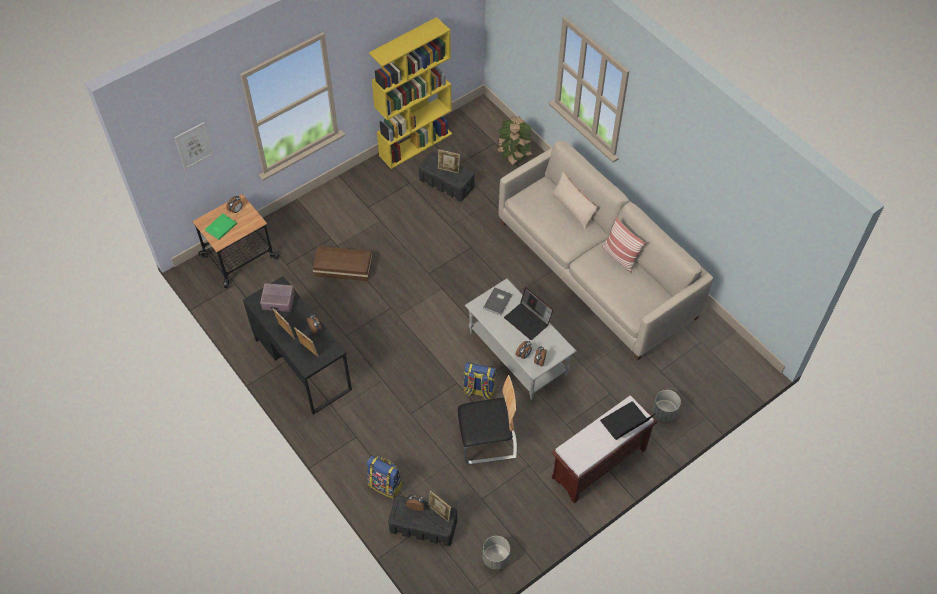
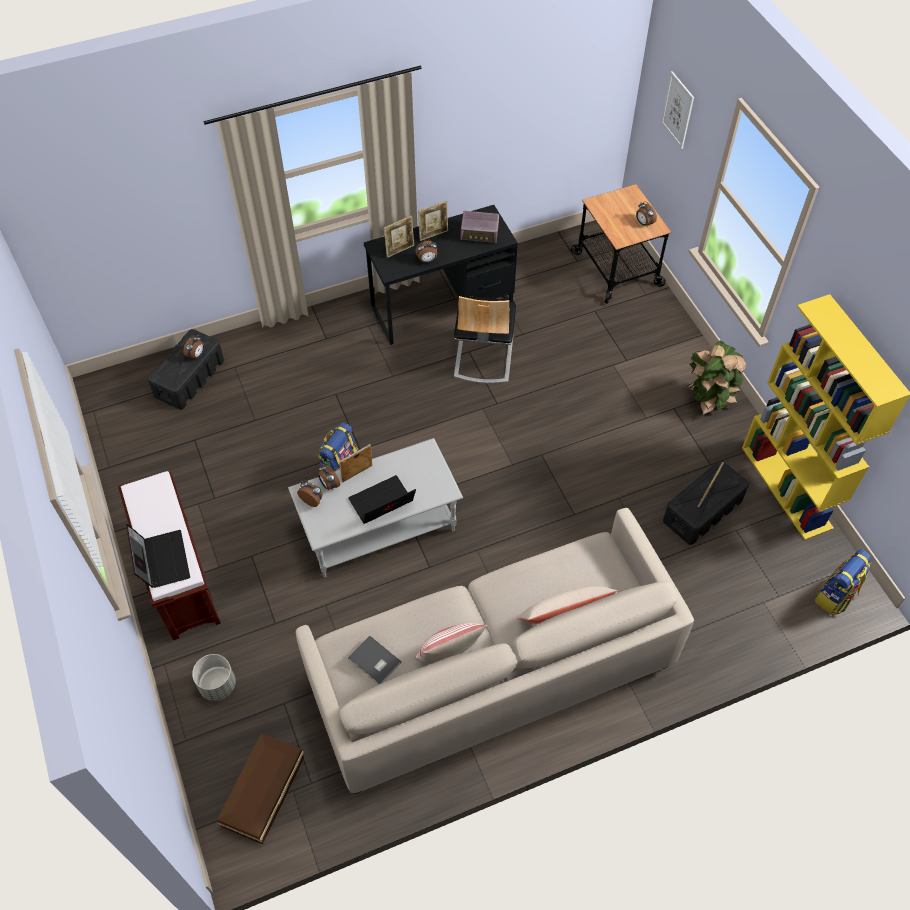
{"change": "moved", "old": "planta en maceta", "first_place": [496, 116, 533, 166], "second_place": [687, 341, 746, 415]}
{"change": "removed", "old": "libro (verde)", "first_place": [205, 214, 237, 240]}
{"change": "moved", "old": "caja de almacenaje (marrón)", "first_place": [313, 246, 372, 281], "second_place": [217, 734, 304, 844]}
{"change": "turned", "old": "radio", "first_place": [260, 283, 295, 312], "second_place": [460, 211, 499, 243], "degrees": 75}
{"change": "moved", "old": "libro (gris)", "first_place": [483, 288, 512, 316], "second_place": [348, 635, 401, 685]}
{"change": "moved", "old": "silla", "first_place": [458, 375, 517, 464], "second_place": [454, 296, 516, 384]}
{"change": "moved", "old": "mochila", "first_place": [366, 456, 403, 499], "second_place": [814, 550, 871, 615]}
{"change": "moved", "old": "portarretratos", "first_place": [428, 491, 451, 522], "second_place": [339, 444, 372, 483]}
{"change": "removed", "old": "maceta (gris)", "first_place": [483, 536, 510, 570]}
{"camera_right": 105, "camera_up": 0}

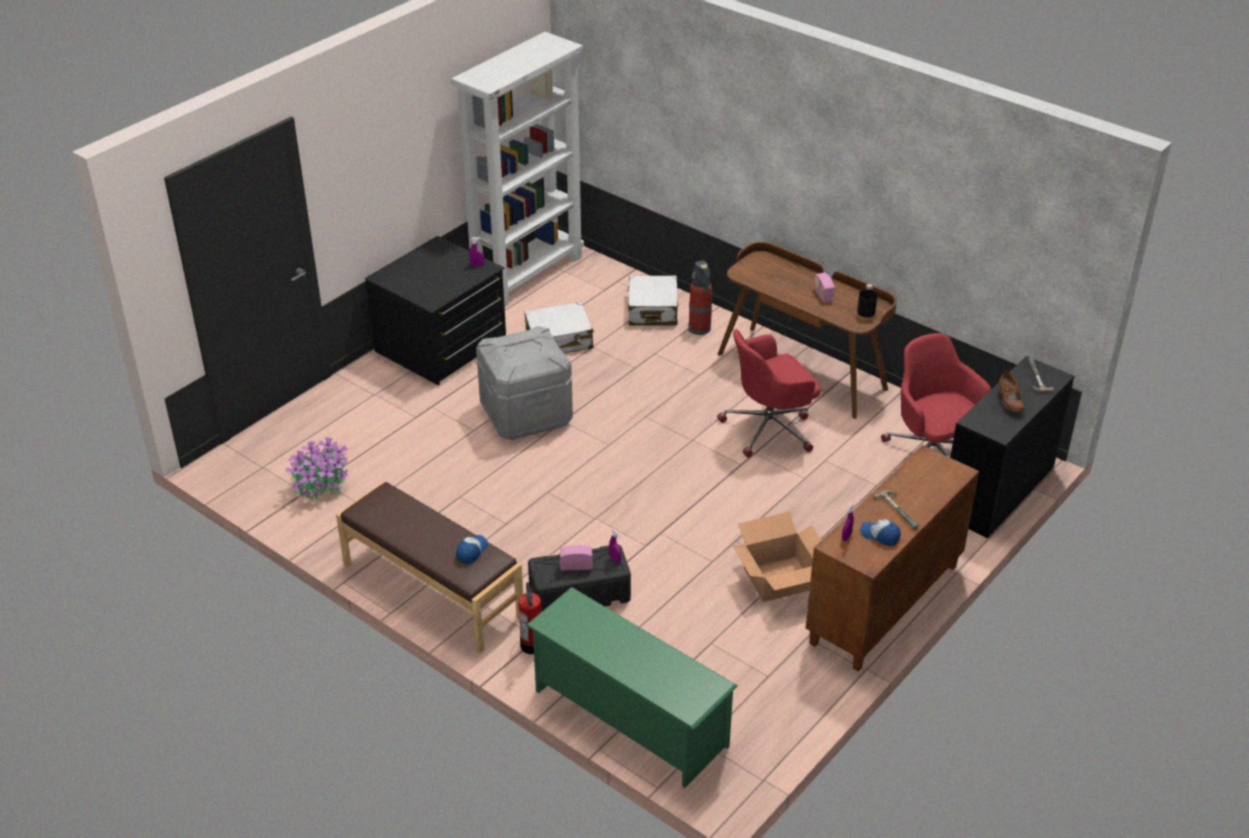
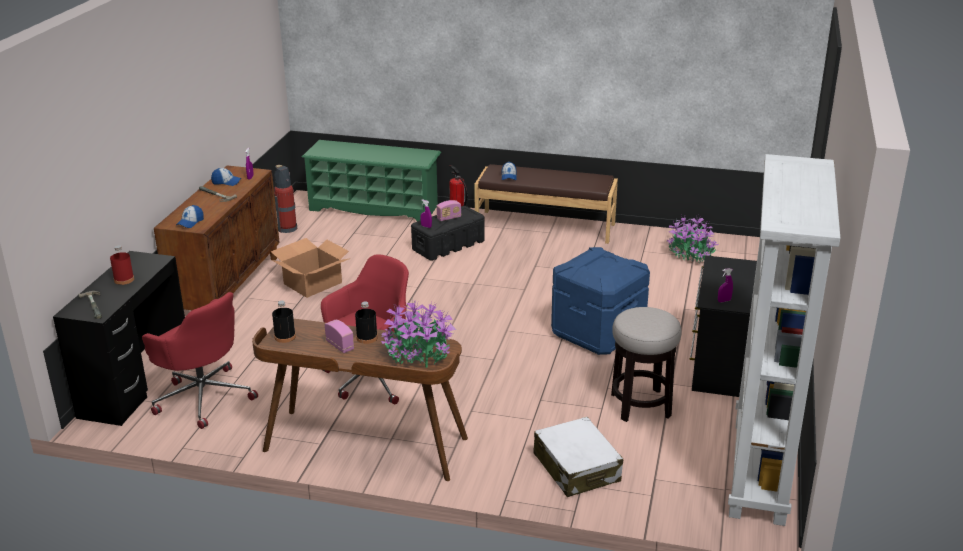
{"change": "moved", "old": "extintor", "first_place": [688, 261, 713, 335], "second_place": [274, 165, 297, 233]}
{"change": "replaced", "old": "maleta (blanco)", "new": "taburete", "first_place": [525, 302, 594, 353], "second_place": [611, 307, 682, 422]}
{"change": "recoloured", "old": "caja de almacenaje (gris)", "new": "caja de almacenaje (azul)", "first_place": [476, 326, 573, 440], "second_place": [551, 247, 650, 355]}
{"change": "replaced", "old": "zapato (marrón)", "new": "botella (rojo)", "first_place": [999, 371, 1024, 412], "second_place": [110, 245, 134, 285]}
{"change": "added", "new": "gorra", "second_place": [176, 205, 204, 228]}
{"change": "added", "new": "planta en maceta", "second_place": [381, 298, 456, 368]}
{"change": "added", "new": "botella (negro)", "second_place": [355, 302, 378, 344]}
{"camera_right": 155, "camera_up": -10}

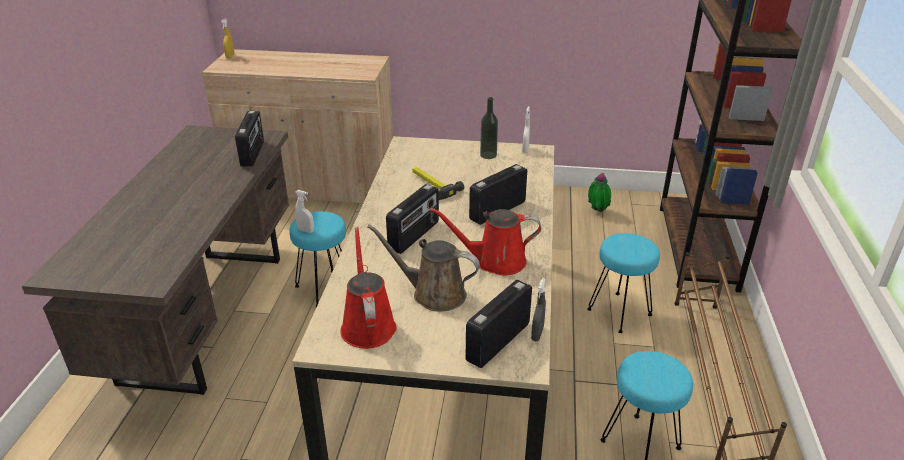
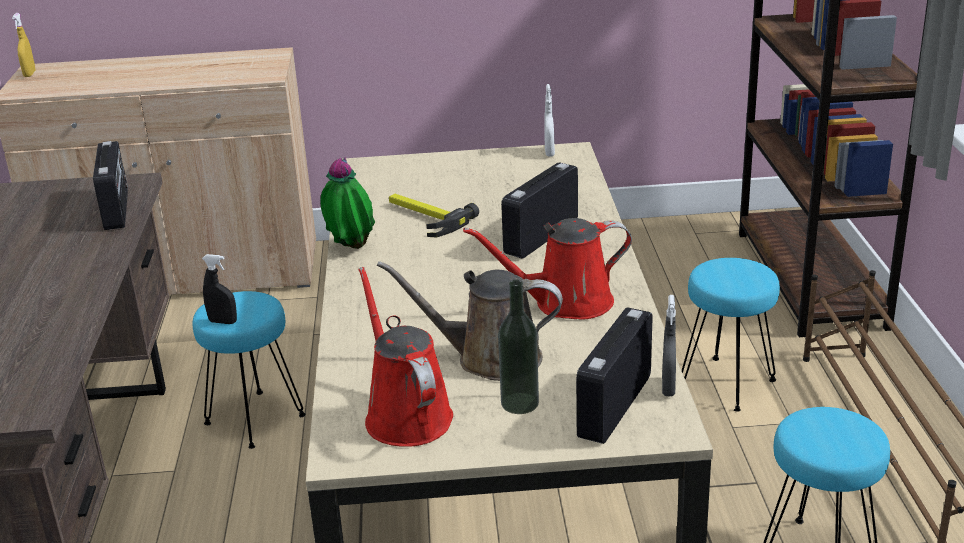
{"change": "moved", "old": "botella", "first_place": [480, 97, 498, 159], "second_place": [498, 280, 539, 414]}
{"change": "moved", "old": "planta en maceta", "first_place": [588, 173, 611, 212], "second_place": [320, 157, 375, 249]}
{"change": "removed", "old": "radio", "first_place": [386, 184, 439, 254]}
{"change": "recoloured", "old": "pulverizador (blanco)", "new": "pulverizador (negro)", "first_place": [295, 190, 314, 233], "second_place": [202, 254, 237, 324]}
{"camera_right": -10, "camera_up": -5}

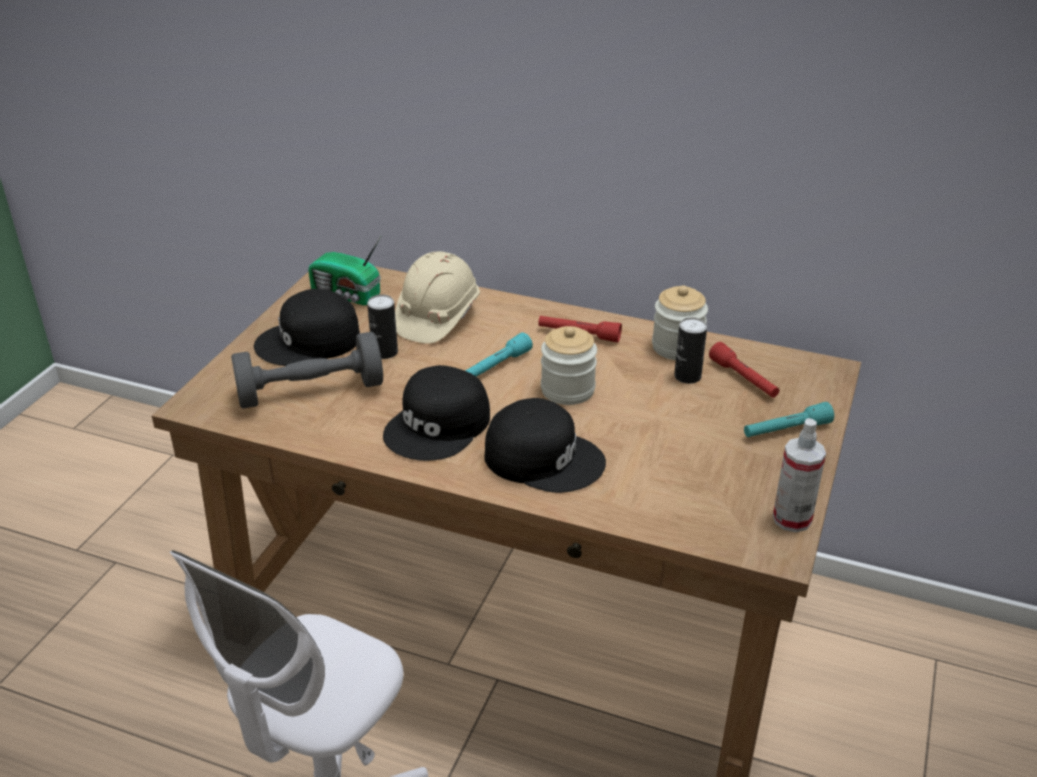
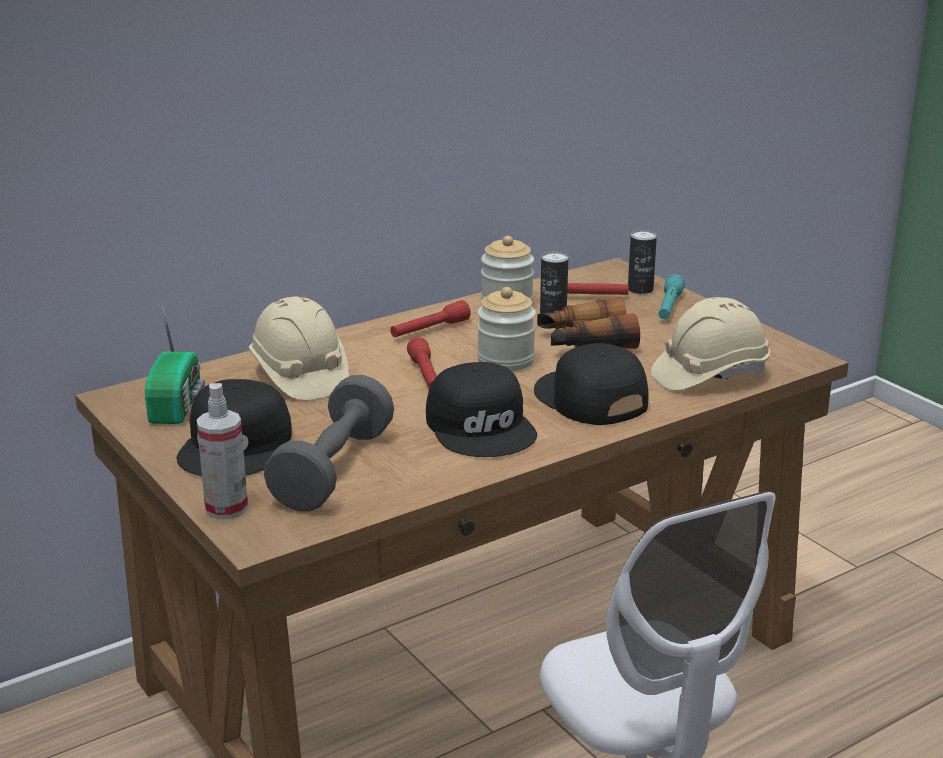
{"change": "turned", "old": "radio", "first_place": [308, 236, 381, 305], "second_place": [145, 305, 205, 424], "degrees": -60}
{"change": "moved", "old": "lata", "first_place": [367, 294, 398, 359], "second_place": [628, 230, 657, 294]}
{"change": "recoloured", "old": "linterna (turquesa)", "new": "linterna (rojo)", "first_place": [465, 332, 533, 377], "second_place": [407, 337, 436, 390]}
{"change": "turned", "old": "gorra (negro)", "first_place": [485, 398, 606, 493], "second_place": [534, 343, 649, 425], "degrees": -90}
{"change": "moved", "old": "pulverizador", "first_place": [773, 418, 826, 532], "second_place": [197, 383, 248, 519]}
{"change": "added", "new": "prismáticos", "second_place": [537, 297, 640, 349]}
{"change": "added", "new": "casco (beis)", "second_place": [651, 297, 770, 391]}
{"camera_right": -55, "camera_up": -10}

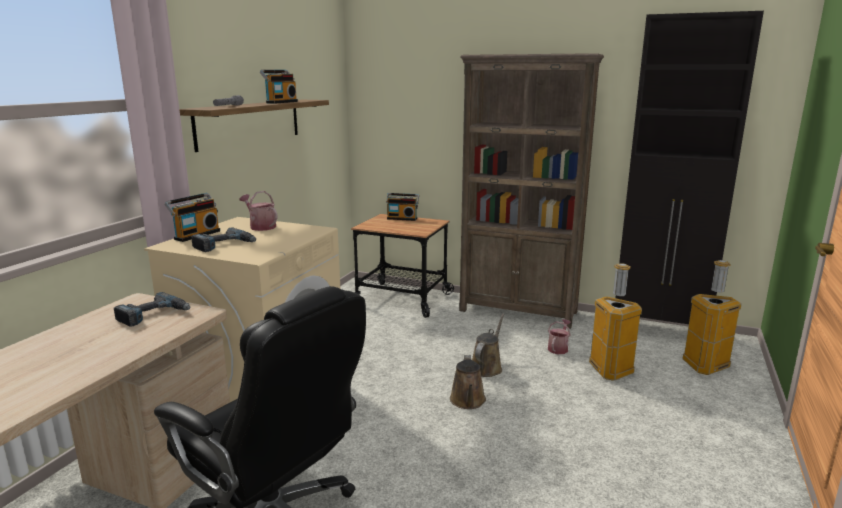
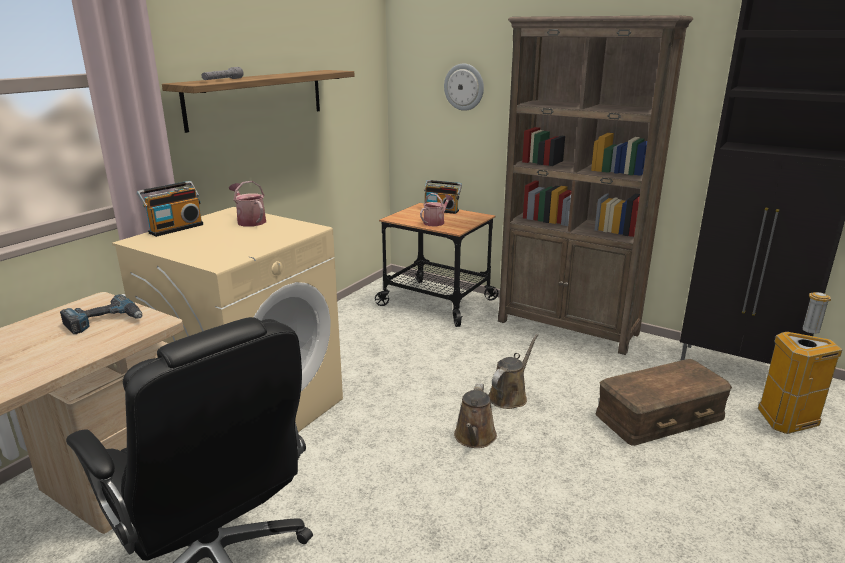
{"change": "removed", "old": "radio", "first_place": [259, 70, 298, 104]}
{"change": "removed", "old": "taladro", "first_place": [191, 227, 256, 252]}
{"change": "replaced", "old": "papelera", "new": "caja de almacenaje (marrón)", "first_place": [589, 263, 642, 381], "second_place": [596, 359, 732, 446]}
{"change": "moved", "old": "regadera", "first_place": [548, 319, 571, 354], "second_place": [420, 193, 453, 226]}
{"change": "added", "new": "reloj de pared", "second_place": [444, 64, 484, 111]}
{"camera_right": 10, "camera_up": 5}

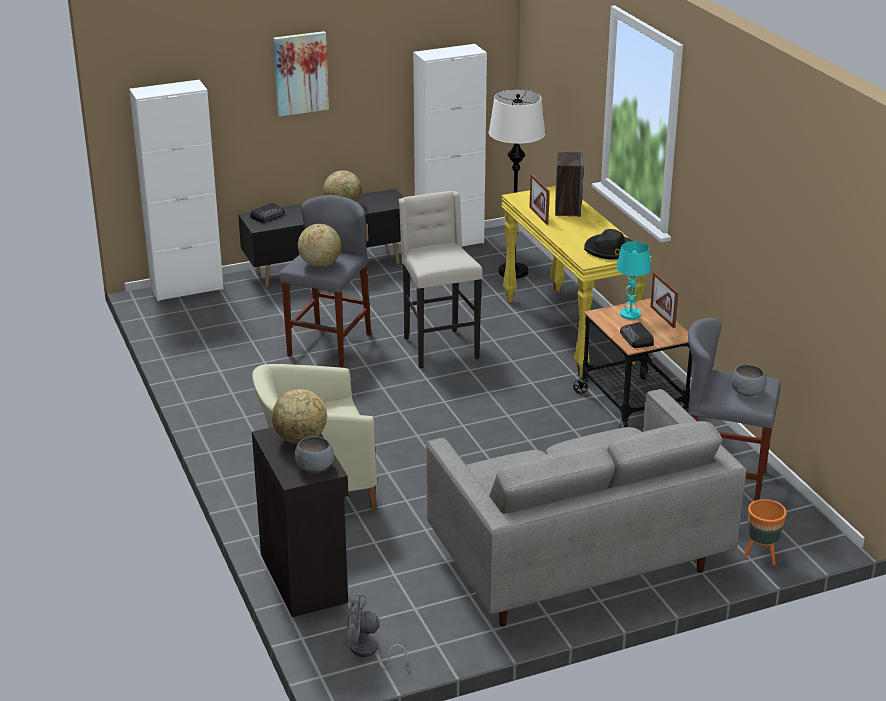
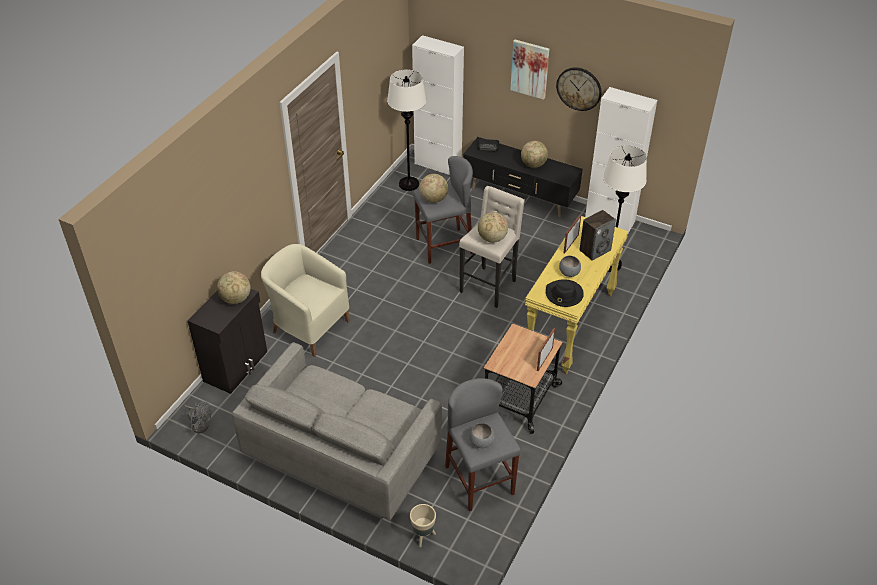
{"change": "removed", "old": "lámpara de mesa (turquesa)", "first_place": [616, 241, 651, 320]}
{"change": "removed", "old": "radio", "first_place": [620, 322, 654, 348]}
{"change": "moved", "old": "cuenco (gris)", "first_place": [295, 436, 334, 472], "second_place": [559, 256, 581, 277]}
{"change": "recoloured", "old": "maceta (naranja)", "new": "maceta (beis)", "first_place": [743, 499, 787, 565], "second_place": [410, 504, 436, 547]}
{"change": "turned", "old": "ventilador (gris)", "first_place": [346, 594, 408, 669], "second_place": [184, 402, 211, 433], "degrees": 150}
{"change": "added", "new": "reloj de pared", "second_place": [556, 67, 602, 111]}
{"change": "added", "new": "lámpara de pie (blanco)", "second_place": [387, 69, 426, 191]}
{"change": "added", "new": "globo terráqueo", "second_place": [478, 212, 508, 243]}
{"camera_right": 50, "camera_up": 15}

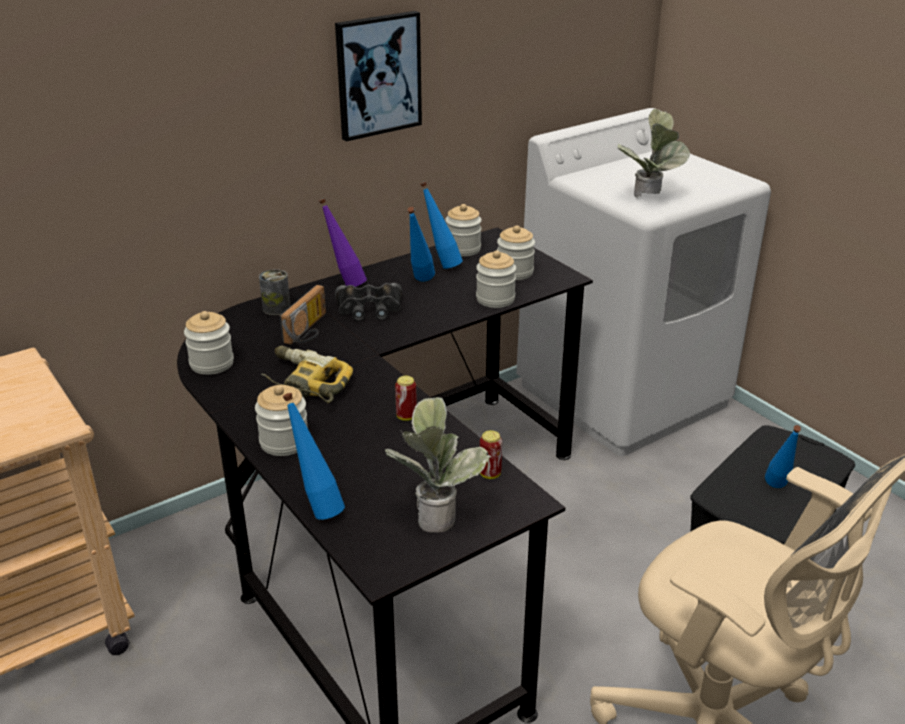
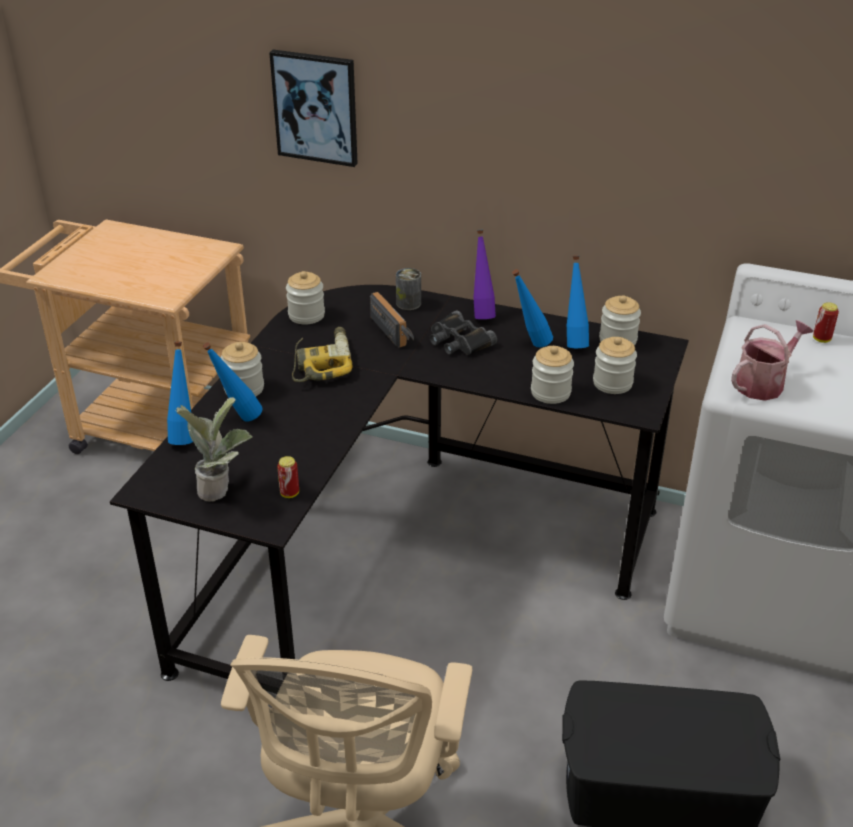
{"change": "moved", "old": "cuadro", "first_place": [335, 11, 422, 141], "second_place": [269, 50, 358, 167]}
{"change": "replaced", "old": "planta en maceta", "new": "regadera", "first_place": [618, 109, 690, 198], "second_place": [731, 320, 813, 401]}
{"change": "turned", "old": "radio", "first_place": [280, 285, 326, 345], "second_place": [370, 292, 414, 348], "degrees": -105}
{"change": "moved", "old": "lata", "first_place": [395, 376, 417, 421], "second_place": [813, 302, 839, 343]}
{"change": "moved", "old": "botella (azul)", "first_place": [765, 425, 801, 488], "second_place": [203, 343, 262, 421]}
{"camera_right": 55, "camera_up": 5}

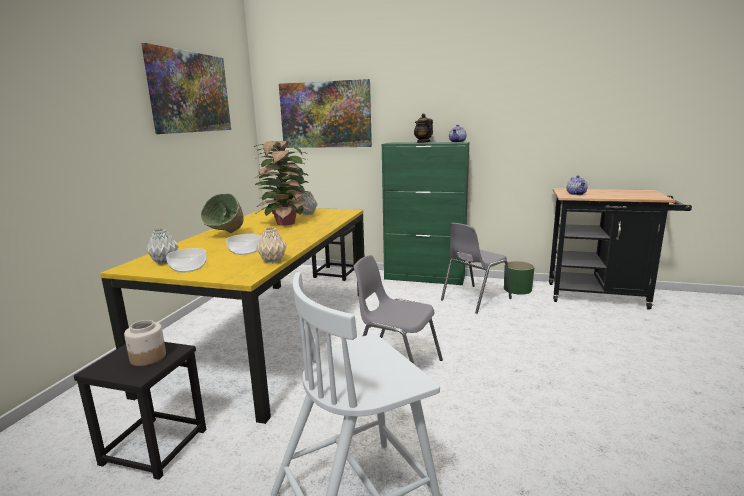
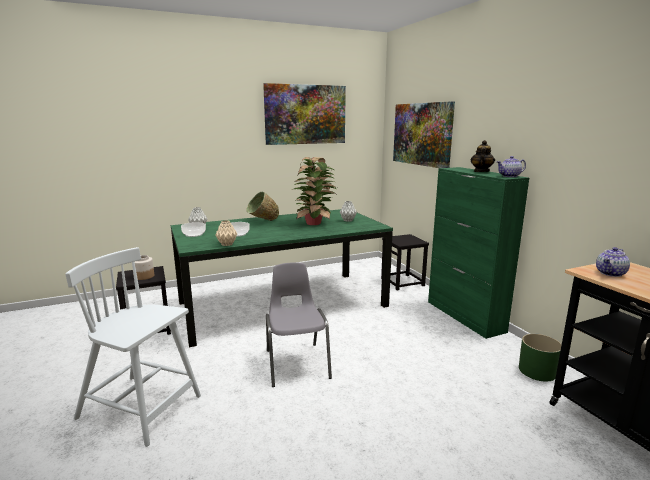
{"change": "recoloured", "old": "mesa de comedor (amarillo)", "new": "mesa de comedor (verde)", "first_place": [100, 208, 364, 424], "second_place": [171, 209, 393, 347]}
{"change": "removed", "old": "silla (gris)", "first_place": [441, 223, 512, 314]}
{"camera_right": 50, "camera_up": 0}

